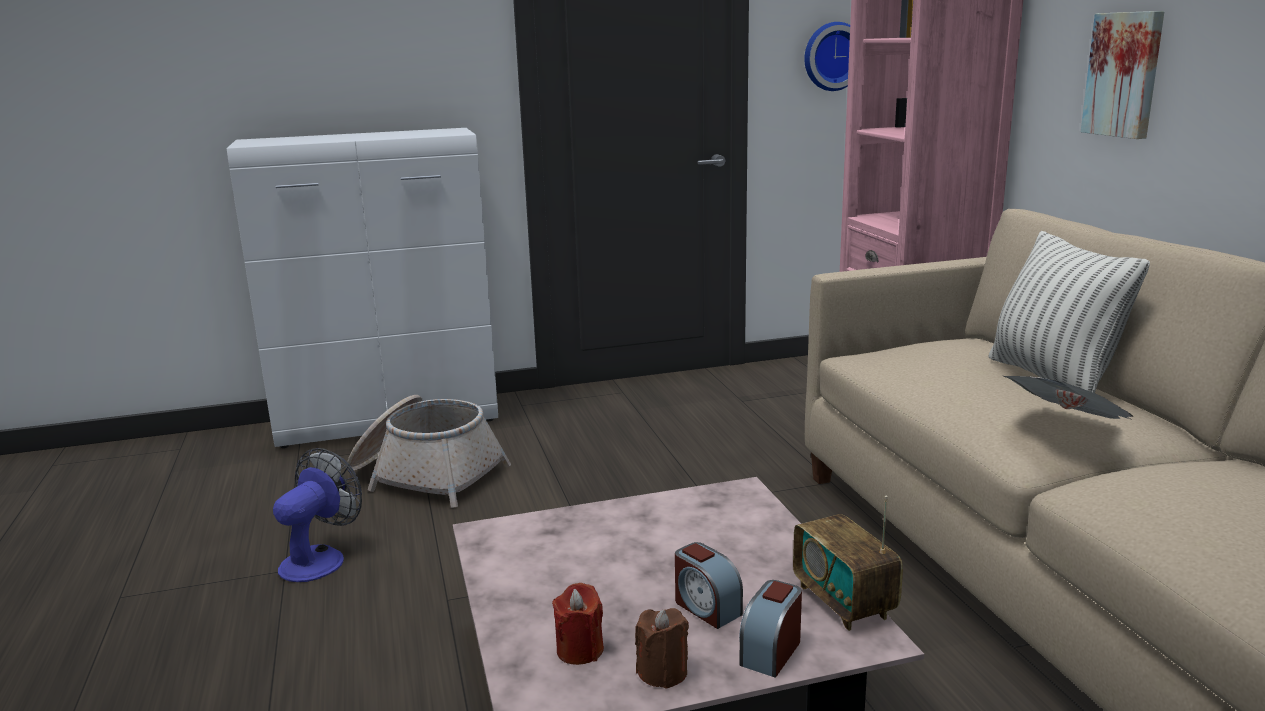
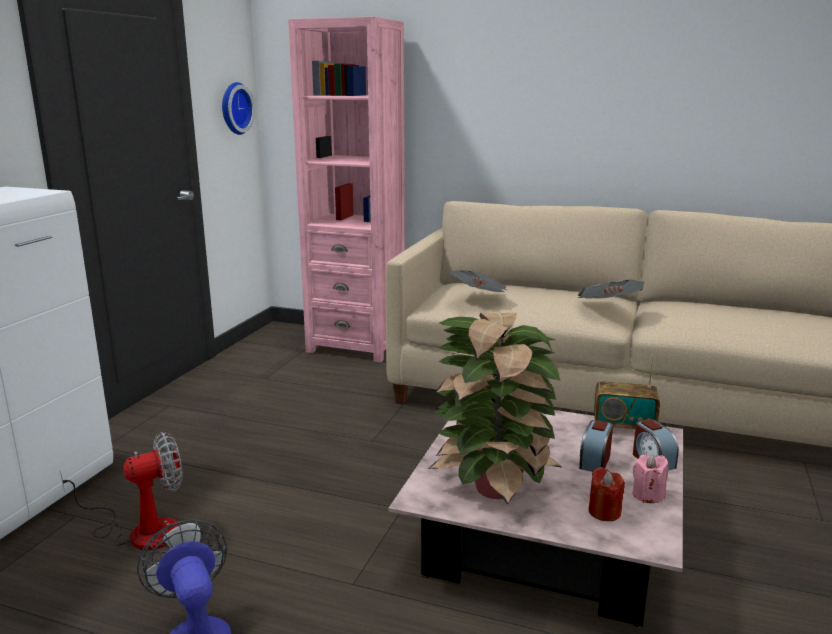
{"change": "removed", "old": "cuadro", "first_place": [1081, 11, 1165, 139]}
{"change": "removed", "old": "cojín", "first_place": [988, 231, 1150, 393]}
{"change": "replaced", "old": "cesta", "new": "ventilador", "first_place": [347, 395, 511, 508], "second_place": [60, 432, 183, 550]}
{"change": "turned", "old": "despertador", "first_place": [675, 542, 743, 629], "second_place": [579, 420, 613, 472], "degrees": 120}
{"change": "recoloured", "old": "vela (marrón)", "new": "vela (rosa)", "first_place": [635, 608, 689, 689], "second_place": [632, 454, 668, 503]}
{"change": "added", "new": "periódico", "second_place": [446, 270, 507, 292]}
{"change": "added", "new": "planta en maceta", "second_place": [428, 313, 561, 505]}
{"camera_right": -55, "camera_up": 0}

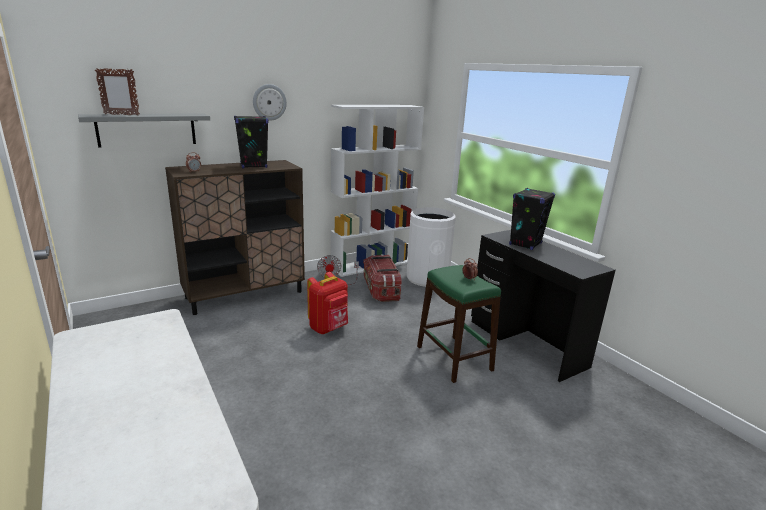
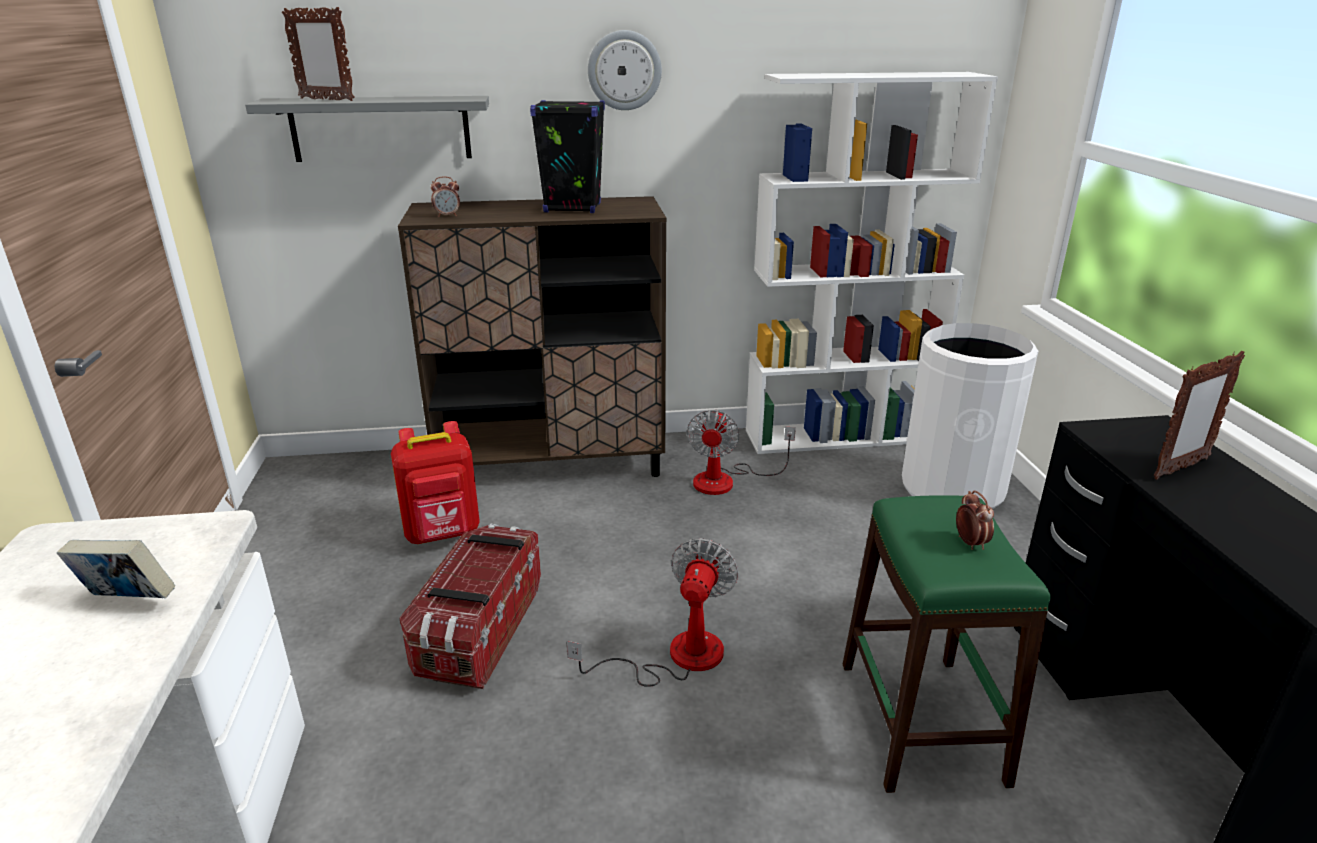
{"change": "replaced", "old": "altavoz (negro)", "new": "portarretratos", "first_place": [509, 188, 555, 250], "second_place": [1154, 351, 1245, 480]}
{"change": "moved", "old": "caja de almacenaje", "first_place": [363, 254, 402, 302], "second_place": [399, 524, 541, 689]}
{"change": "moved", "old": "mochila (rojo)", "first_place": [307, 272, 348, 334], "second_place": [391, 421, 480, 544]}
{"change": "added", "new": "ventilador", "second_place": [567, 538, 739, 687]}
{"change": "added", "new": "libro", "second_place": [57, 540, 175, 598]}
{"camera_right": 25, "camera_up": 5}

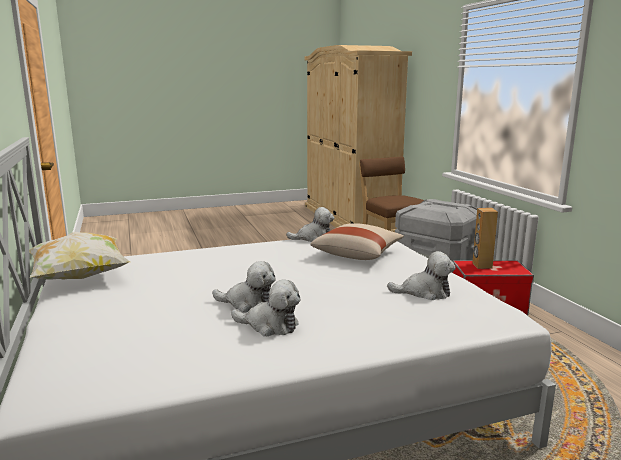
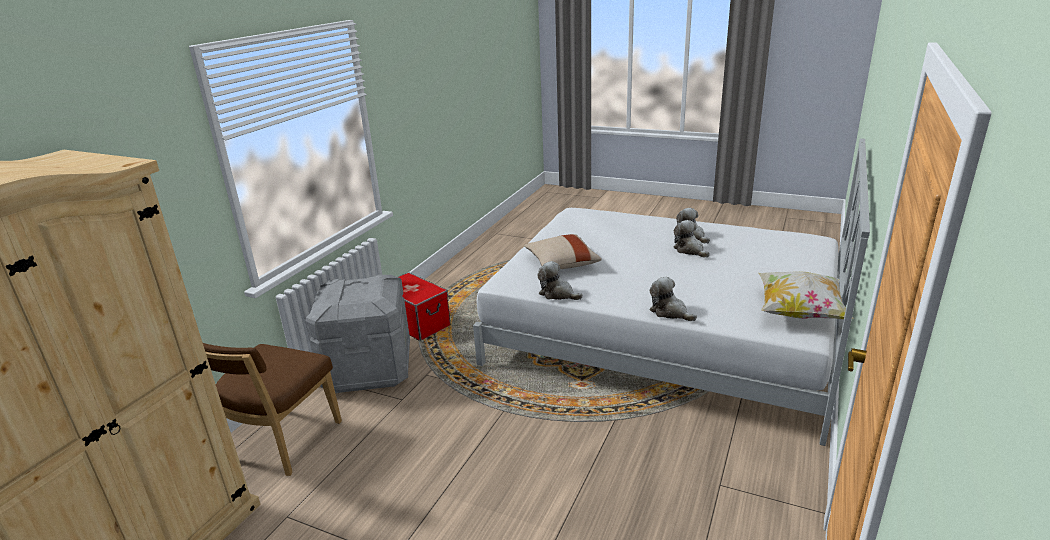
{"change": "removed", "old": "altavoz (marrón)", "first_place": [472, 208, 498, 269]}
{"change": "moved", "old": "peluche", "first_place": [387, 251, 456, 300], "second_place": [649, 277, 697, 321]}
{"camera_right": -135, "camera_up": 10}

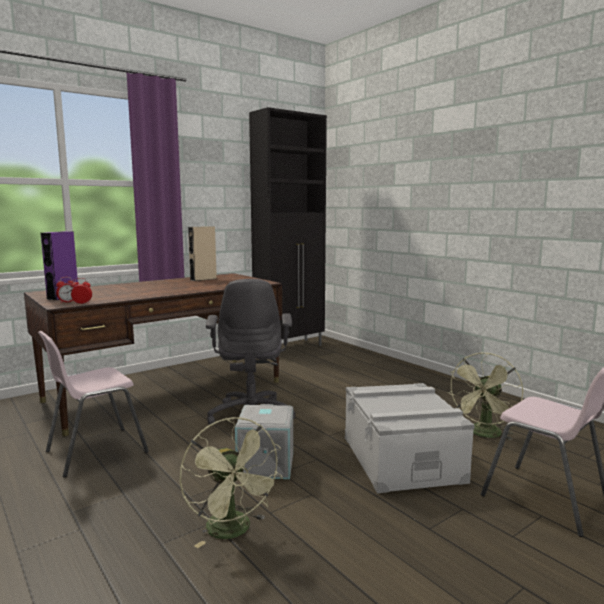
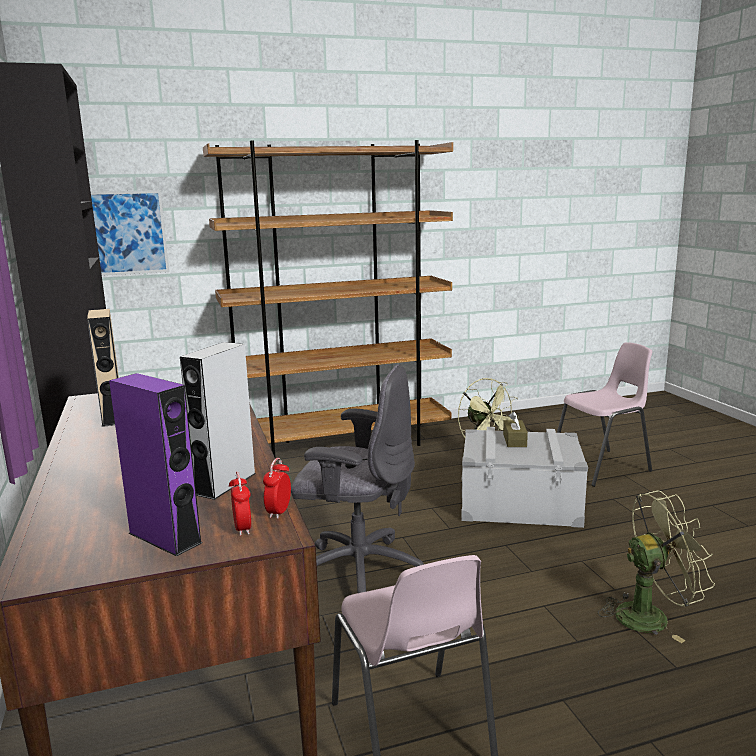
{"change": "removed", "old": "caja de almacenaje (gris)", "first_place": [235, 404, 293, 479]}
{"change": "added", "new": "estantería (marrón)", "second_place": [203, 140, 453, 459]}
{"change": "added", "new": "cuadro", "second_place": [91, 190, 169, 276]}
{"change": "added", "new": "altavoz (gris)", "second_place": [180, 342, 256, 500]}
{"change": "added", "new": "caja de pañuelos (marrón)", "second_place": [503, 412, 528, 447]}
{"camera_right": -70, "camera_up": 5}

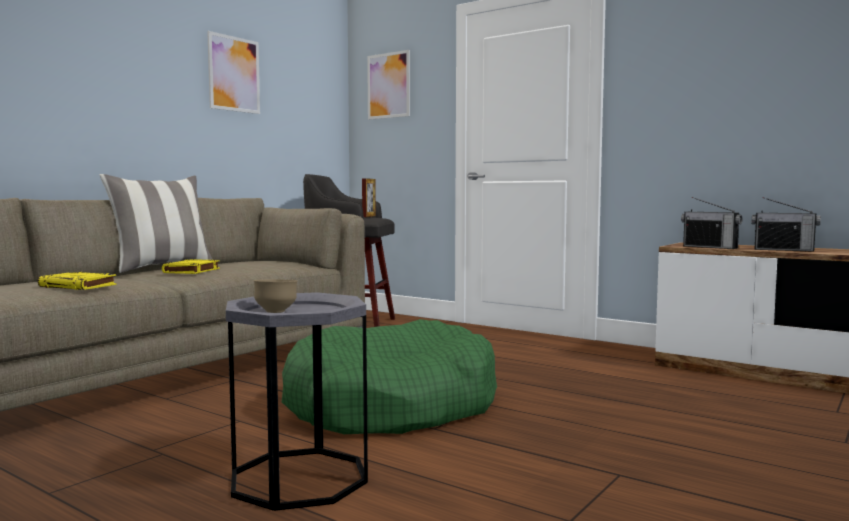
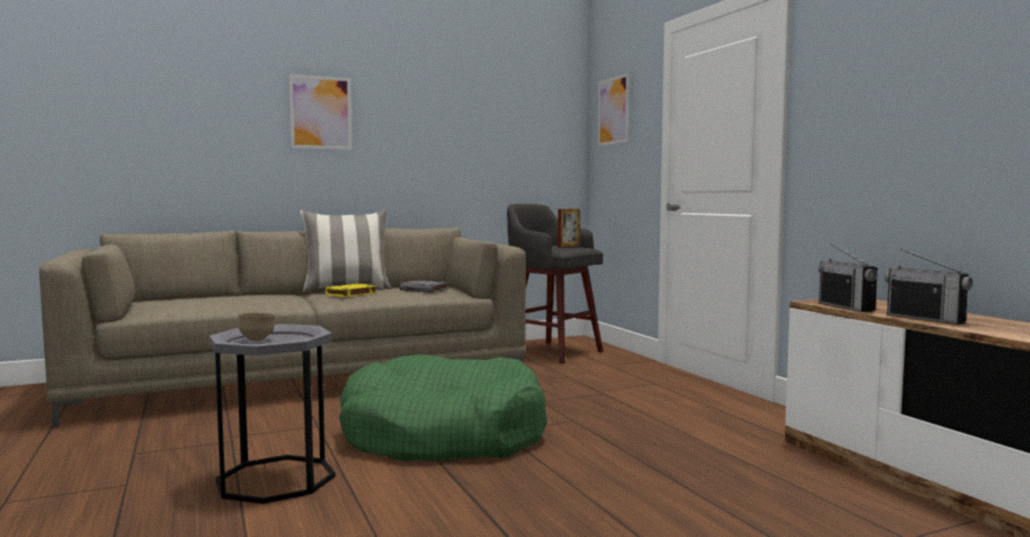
{"change": "moved", "old": "cuadro", "first_place": [207, 31, 260, 114], "second_place": [289, 74, 352, 150]}
{"change": "removed", "old": "libro (amarillo)", "first_place": [38, 272, 117, 290]}
{"change": "added", "new": "libro (gris)", "second_place": [399, 280, 449, 292]}
{"camera_right": 30, "camera_up": 0}

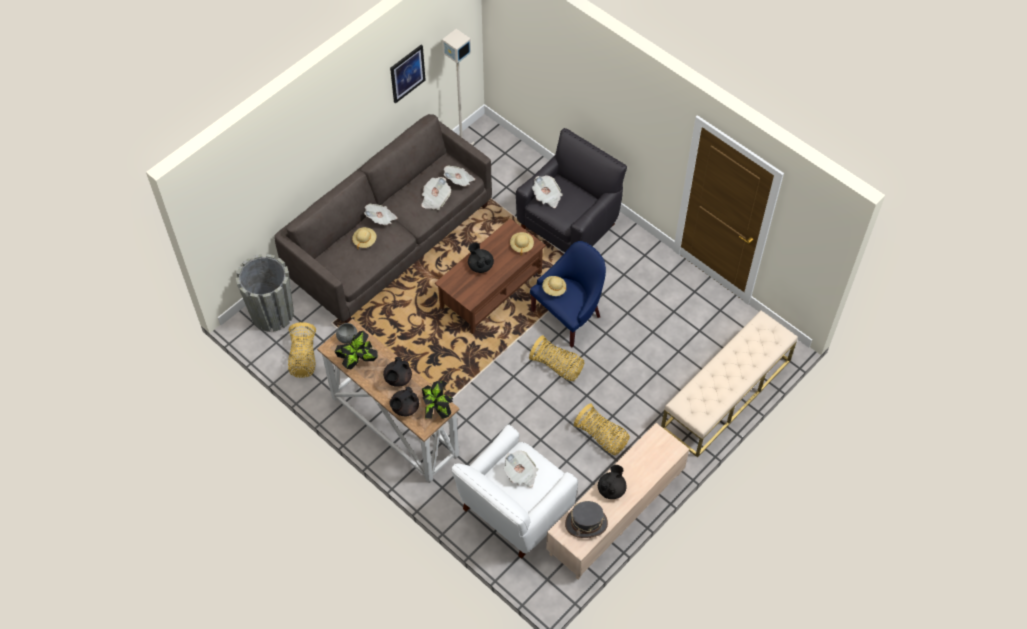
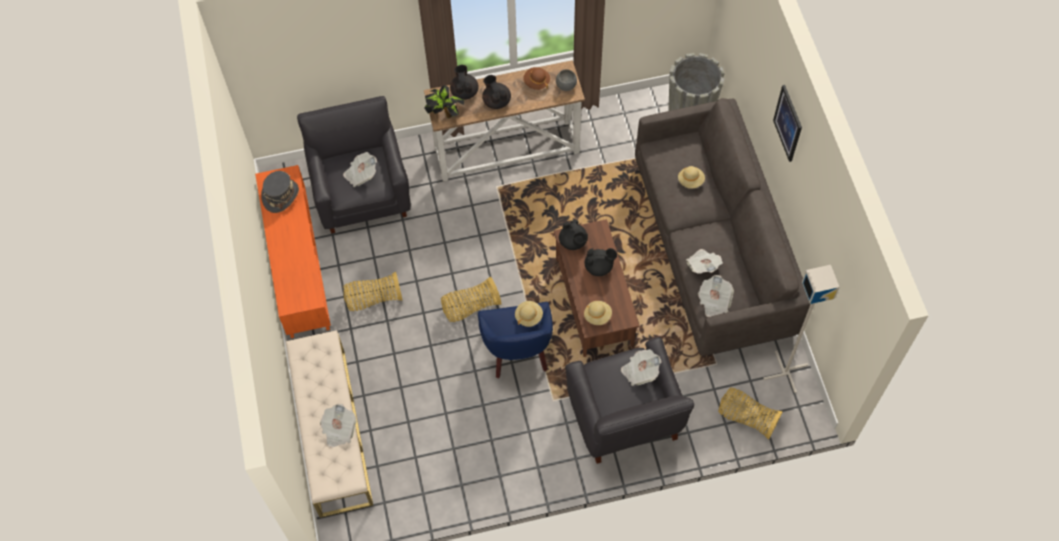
{"change": "moved", "old": "cuadro", "first_place": [390, 45, 425, 104], "second_place": [773, 85, 802, 162]}
{"change": "moved", "old": "periódico", "first_place": [364, 204, 398, 226], "second_place": [320, 404, 357, 447]}
{"change": "moved", "old": "cesta", "first_place": [288, 322, 316, 378], "second_place": [718, 388, 783, 440]}
{"change": "replaced", "old": "planta en maceta", "new": "sombrero (marrón)", "first_place": [335, 331, 378, 369], "second_place": [523, 67, 550, 90]}
{"change": "recoloured", "old": "mueble de televisión (beis)", "new": "mueble de televisión (naranja)", "first_place": [546, 423, 689, 579], "second_place": [255, 165, 331, 338]}
{"change": "recoloured", "old": "sillón (blanco)", "new": "sillón (negro)", "first_place": [451, 424, 578, 559], "second_place": [297, 96, 411, 234]}
{"change": "moved", "old": "tetera (negro)", "first_place": [598, 465, 627, 499], "second_place": [559, 220, 588, 250]}
{"camera_right": 125, "camera_up": 5}

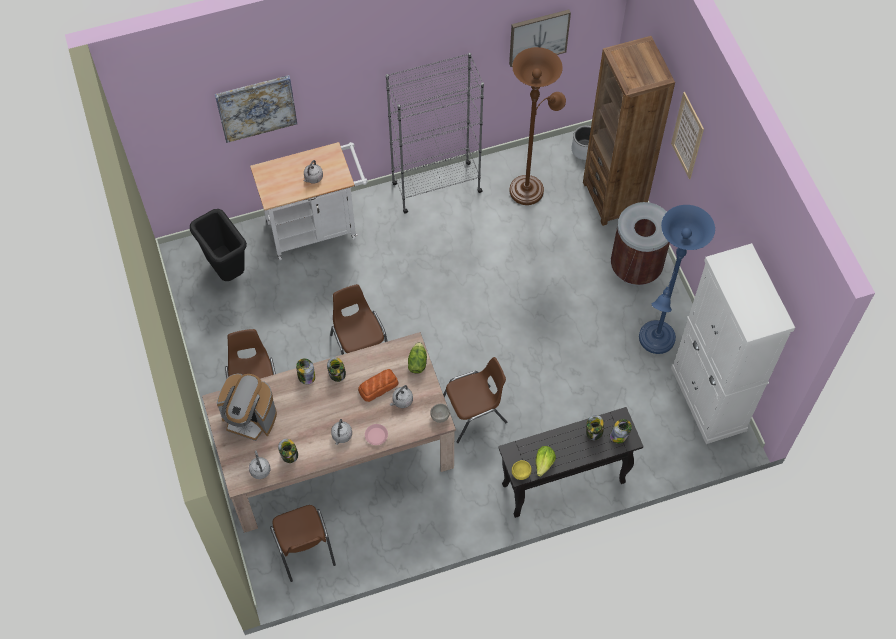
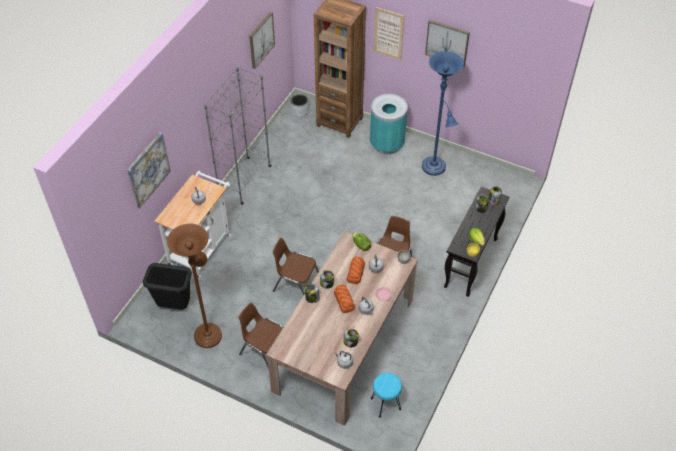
{"change": "moved", "old": "lámpara de pie (marrón)", "first_place": [509, 47, 566, 205], "second_place": [167, 224, 222, 348]}
{"change": "recoloured", "old": "papelera (marrón)", "new": "papelera (turquesa)", "first_place": [611, 202, 670, 286], "second_place": [370, 94, 408, 155]}
{"change": "removed", "old": "armario (blanco)", "first_place": [671, 243, 795, 444]}
{"change": "removed", "old": "cafetera", "first_place": [217, 374, 277, 441]}
{"change": "replaced", "old": "silla (marrón)", "new": "taburete (turquesa)", "first_place": [270, 505, 336, 582], "second_place": [371, 373, 402, 417]}
{"change": "added", "new": "cuadro", "second_place": [425, 20, 470, 67]}
{"change": "added", "new": "pan", "second_place": [334, 285, 355, 313]}
{"camera_right": -45, "camera_up": -10}

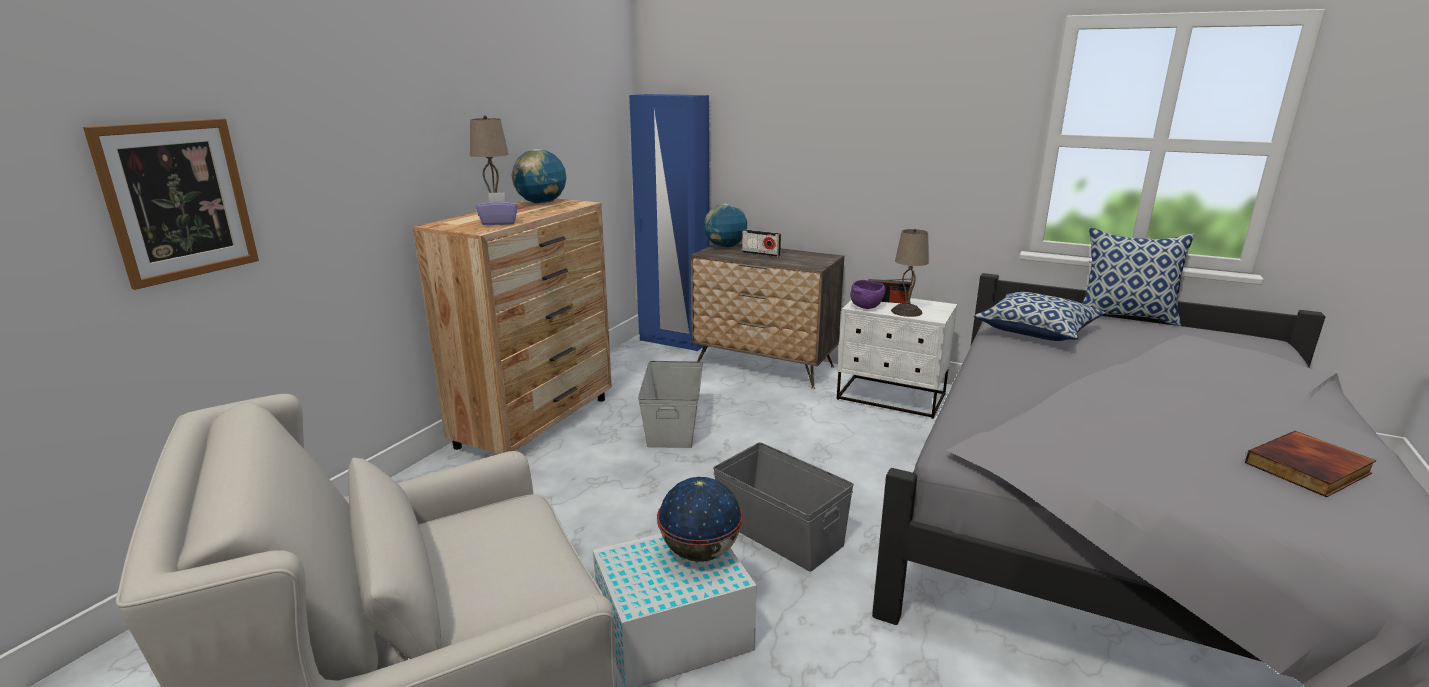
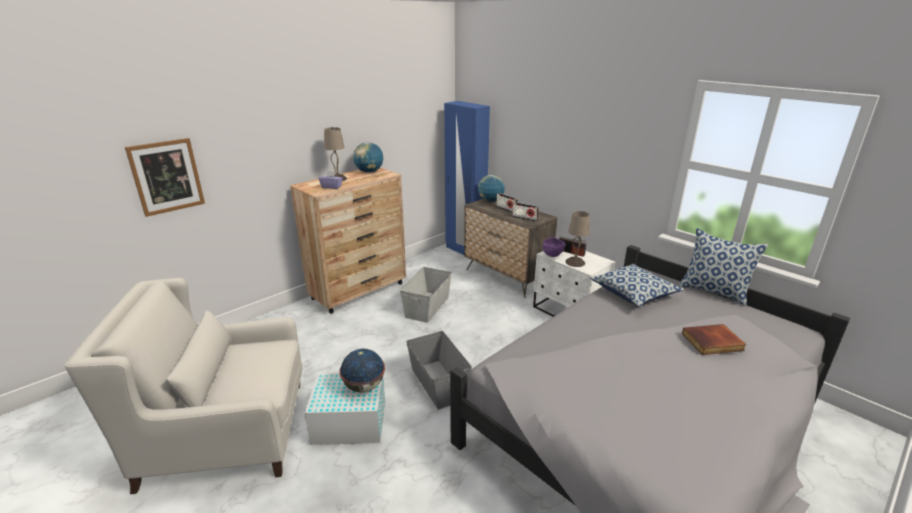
{"change": "moved", "old": "libro", "first_place": [1245, 431, 1376, 497], "second_place": [682, 324, 746, 355]}
{"change": "added", "new": "radio", "second_place": [512, 202, 539, 222]}
{"camera_right": 20, "camera_up": 5}

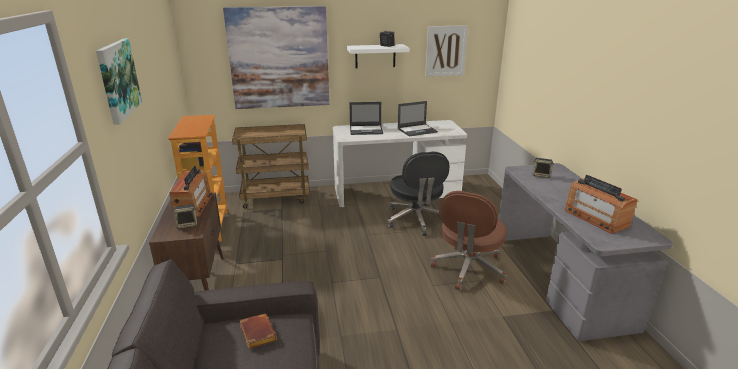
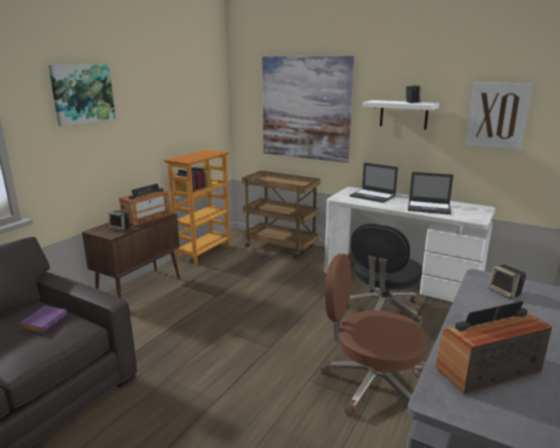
{"change": "turned", "old": "radio", "first_place": [565, 175, 638, 234], "second_place": [435, 301, 552, 394], "degrees": 60}
{"change": "turned", "old": "silla de oficina (marrón)", "first_place": [430, 191, 507, 291], "second_place": [321, 254, 426, 416], "degrees": 45}
{"change": "recoloured", "old": "libro (marrón)", "new": "libro (morado)", "first_place": [239, 314, 277, 349], "second_place": [19, 305, 67, 333]}
{"camera_right": 40, "camera_up": -5}

